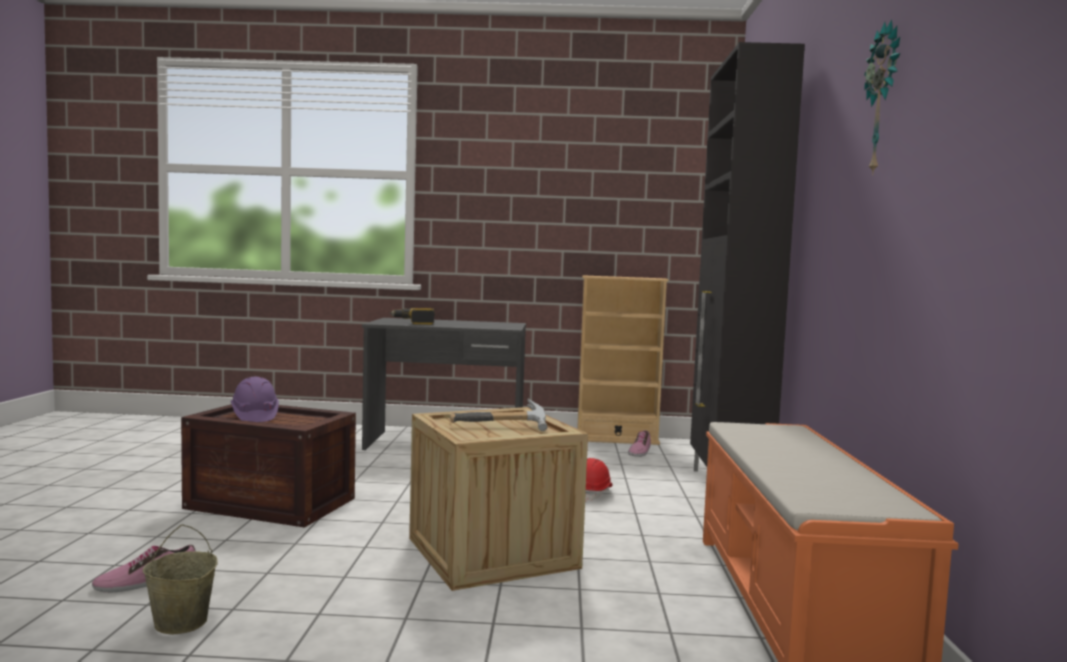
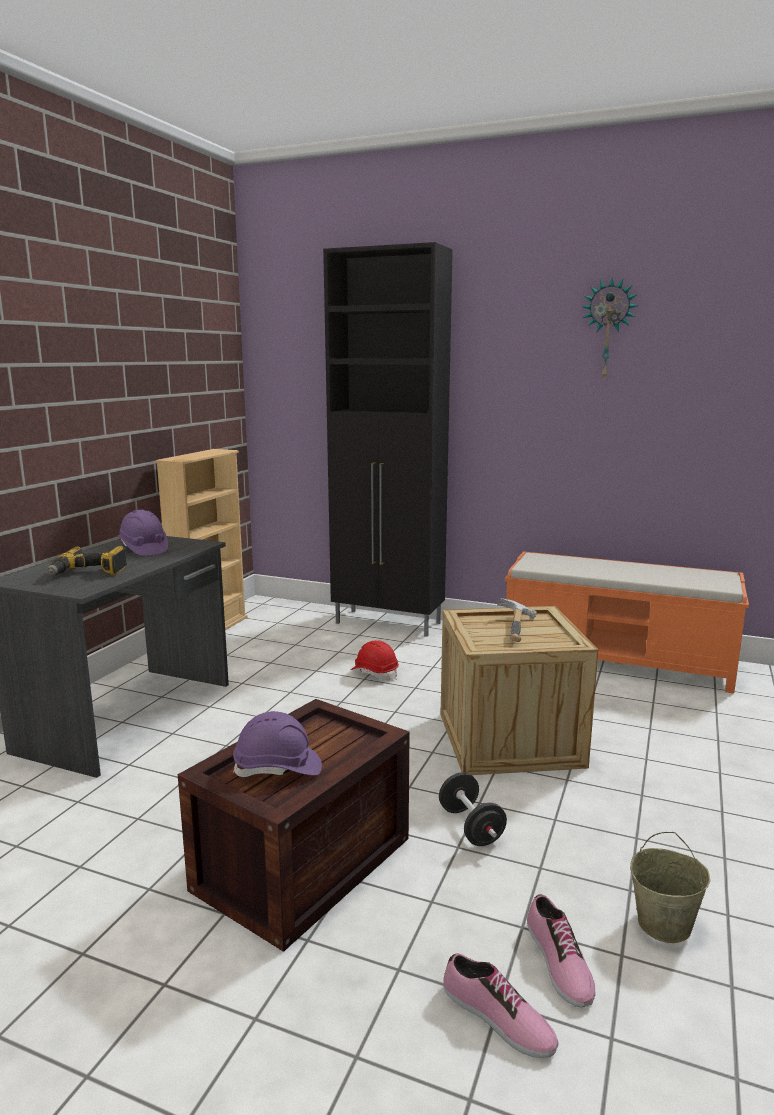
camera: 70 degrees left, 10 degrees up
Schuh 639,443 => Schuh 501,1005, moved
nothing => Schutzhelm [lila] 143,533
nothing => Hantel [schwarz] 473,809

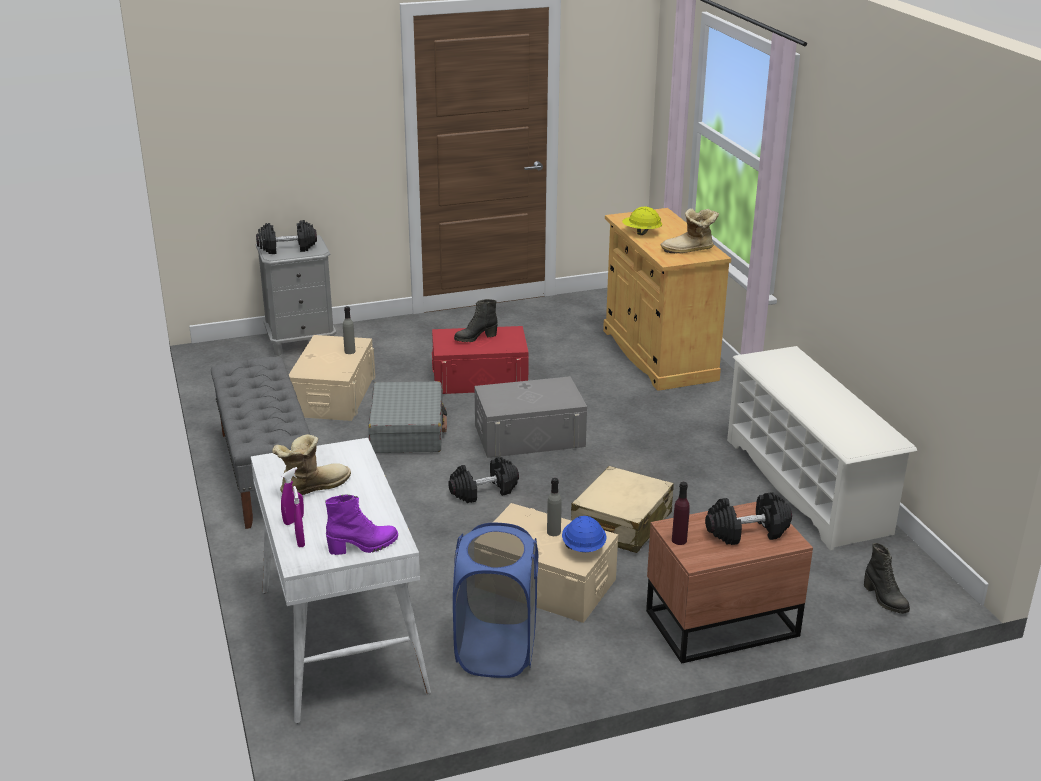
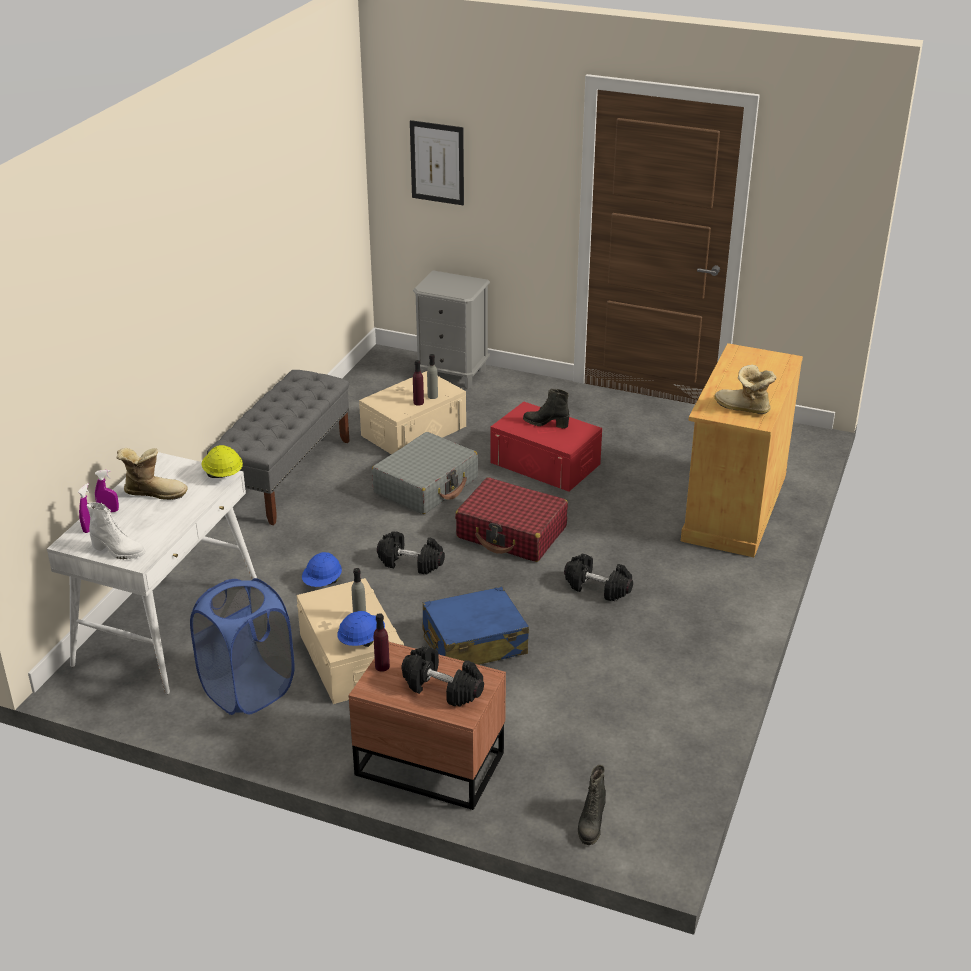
camera: 40 degrees right, 5 degrees up
Hantel [schwarz] 286,237 => Hantel [schwarz] 598,577, moved
Stiefel [lila] 361,525 => Stiefel [weiß] 116,530
Aufbewahrungsbox [grau] 530,417 => Koffer [rot] 511,519
Koffer [beige] 622,509 => Koffer [blau] 475,625
Schutzhelm [gelb] 642,221 => Schutzhelm [gelb] 222,461, moved
Schuhregal [weiß] 822,448 => nothing
nothing => Schutzhelm [blau] 322,569
nothing => Bild 437,163
nothing => Flasche [lila] 418,383

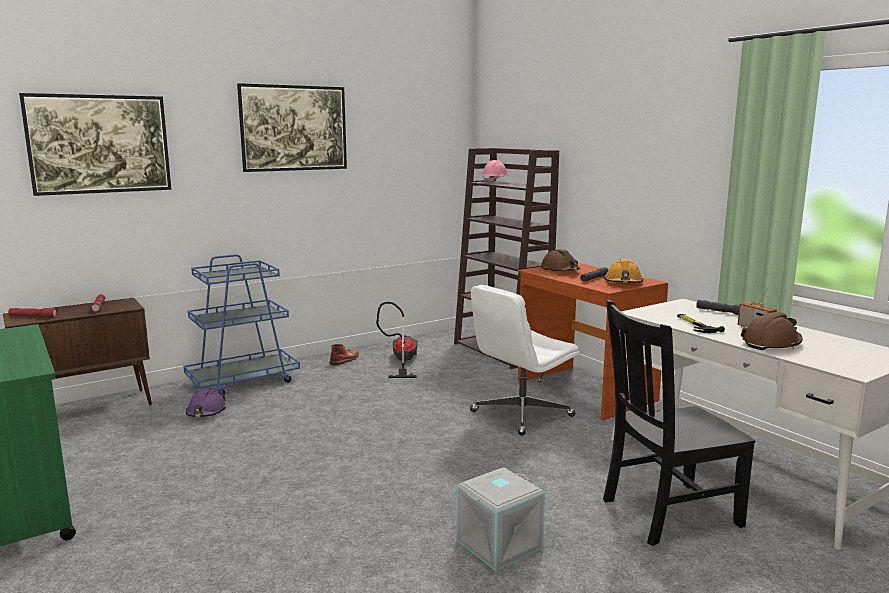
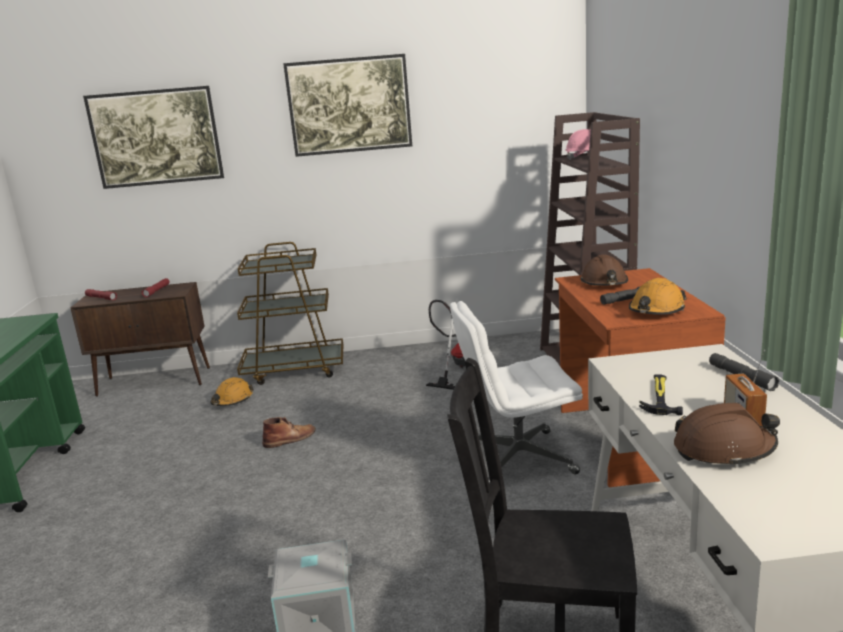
camera: 30 degrees right, 5 degrees up
Rollwagen [blau] 241,324 => Rollwagen [braun] 290,313
Schutzhelm [lila] 206,402 => Schutzhelm [orange] 232,391
Stiefel [braun] 344,354 => Stiefel [braun] 289,432, moved

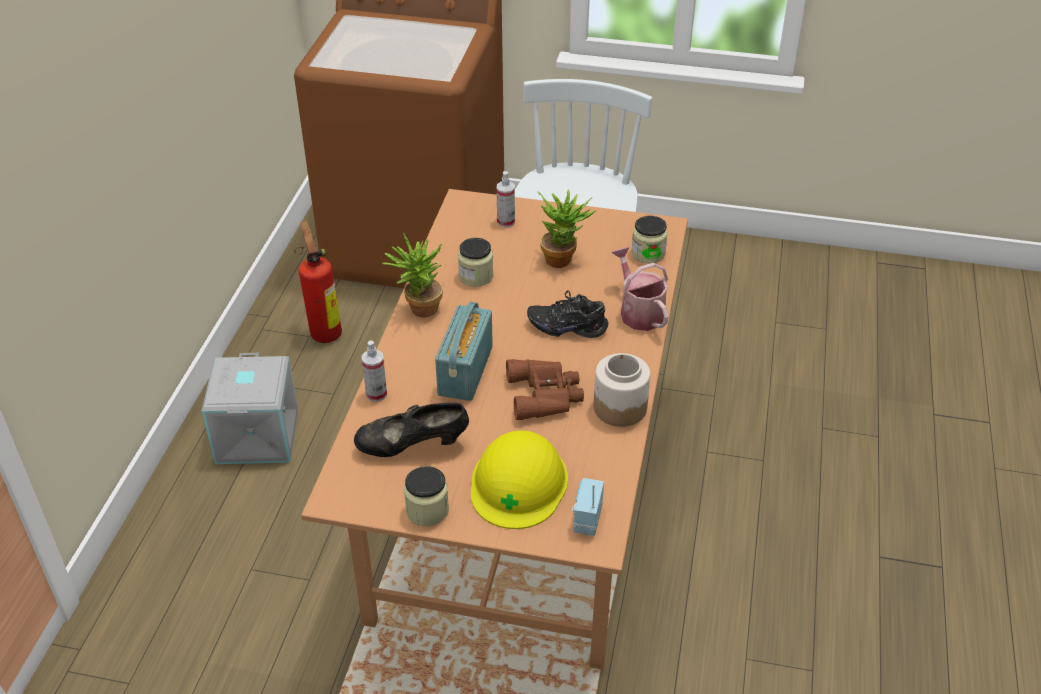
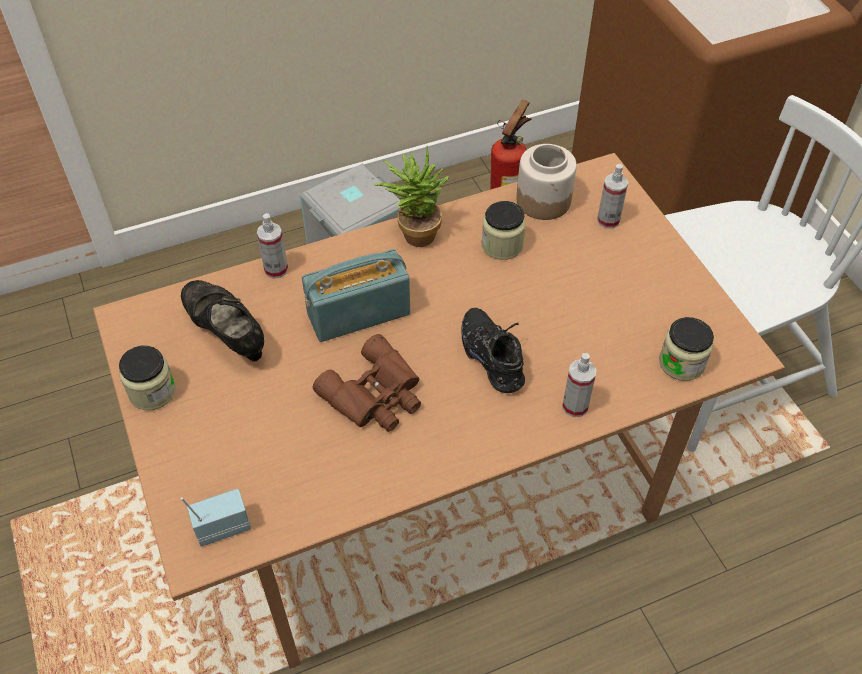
camera: 55 degrees right, 10 degrees up
Schutzhelm [gelb] 519,479 => nothing
Topfpflanze 566,229 => nothing
Vorratsglas 622,390 => Vorratsglas 546,182, moved
Gießkanne 639,289 => Sprühflasche 579,385

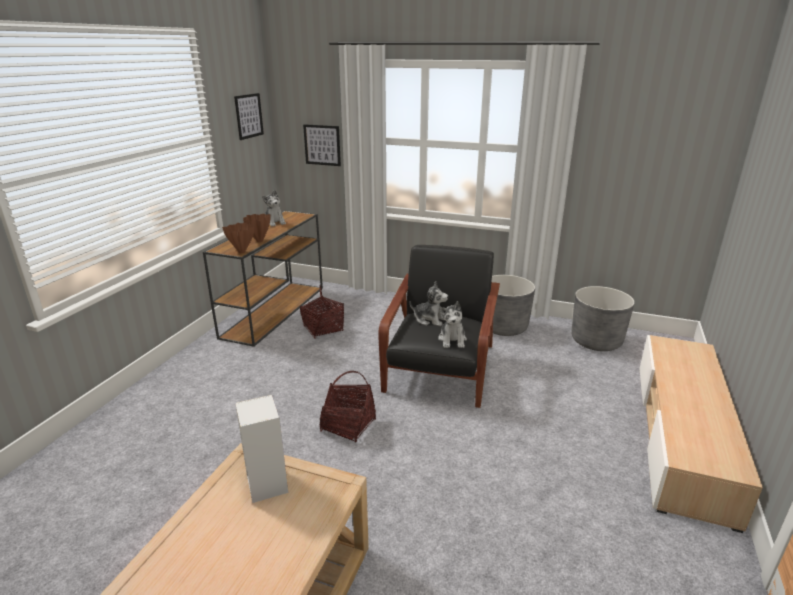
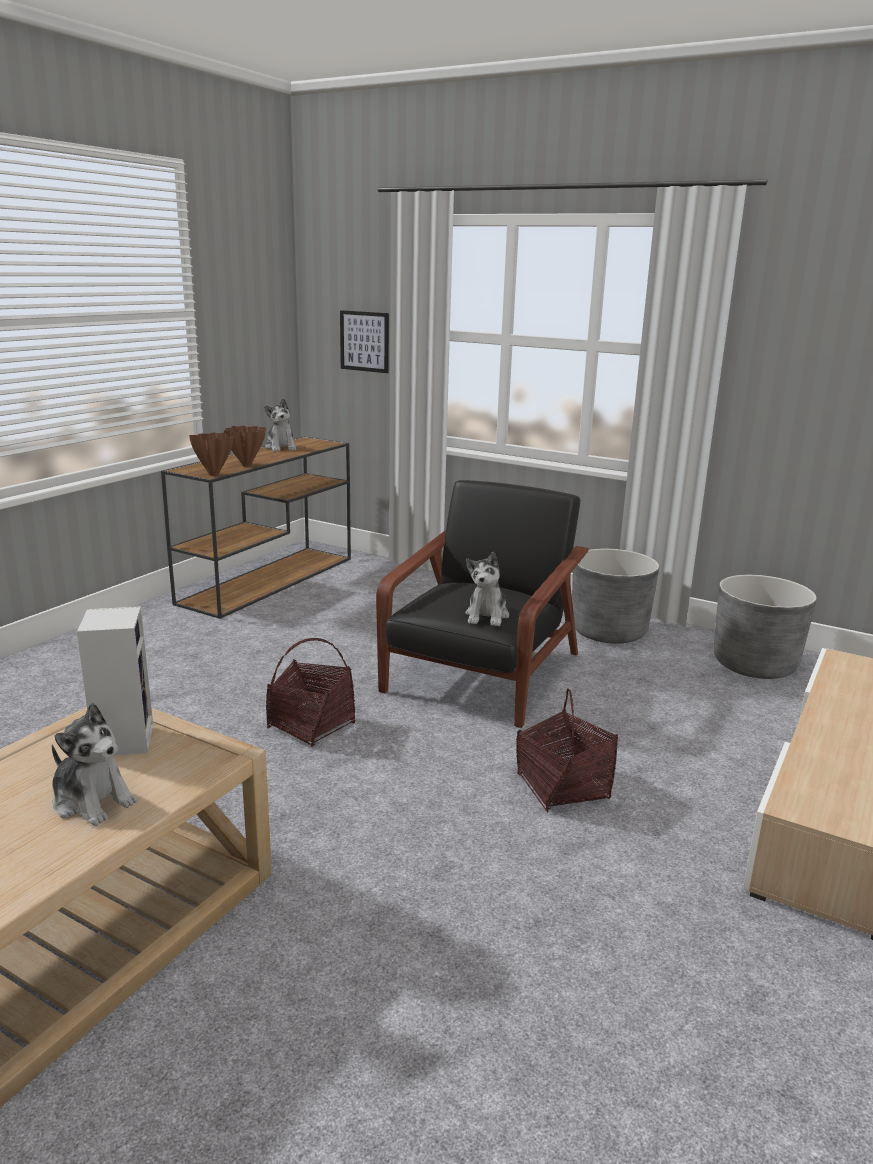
camera: 10 degrees right, 5 degrees down
Bild 249,116 => nothing
Korb 322,312 => Korb 567,751, moved
Plüschtier 429,303 => Plüschtier 95,764, moved

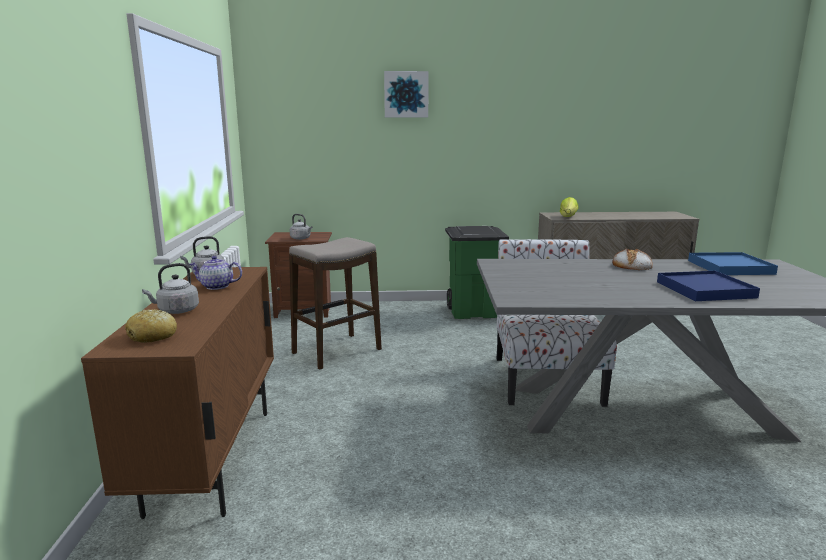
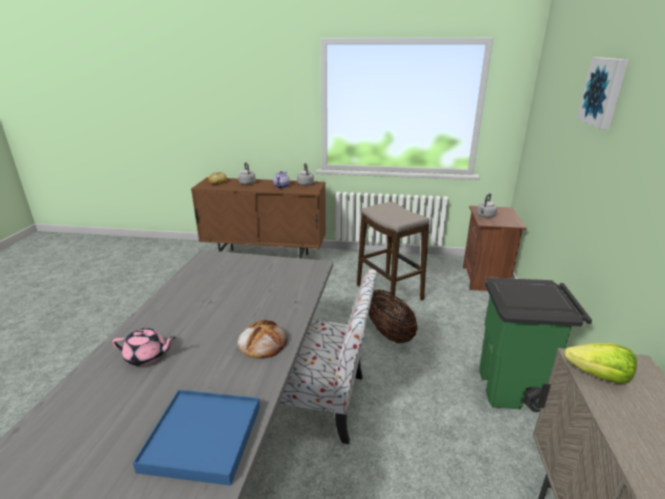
camera: 100 degrees right, 10 degrees up
Tablett [blau] 708,286 => Teekanne [rosa] 144,347
nothing => Korb 393,316

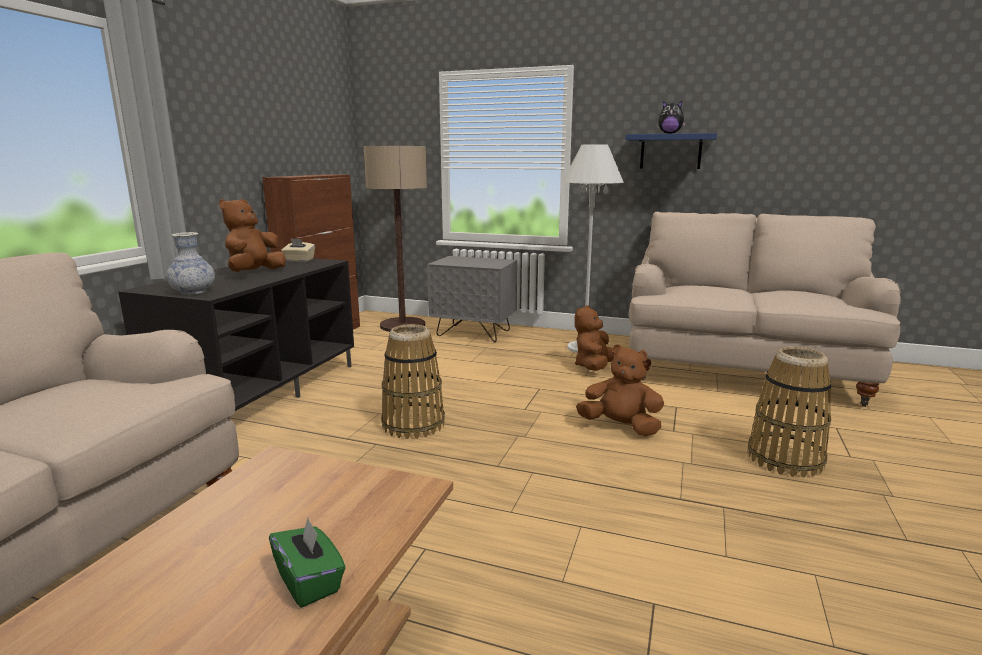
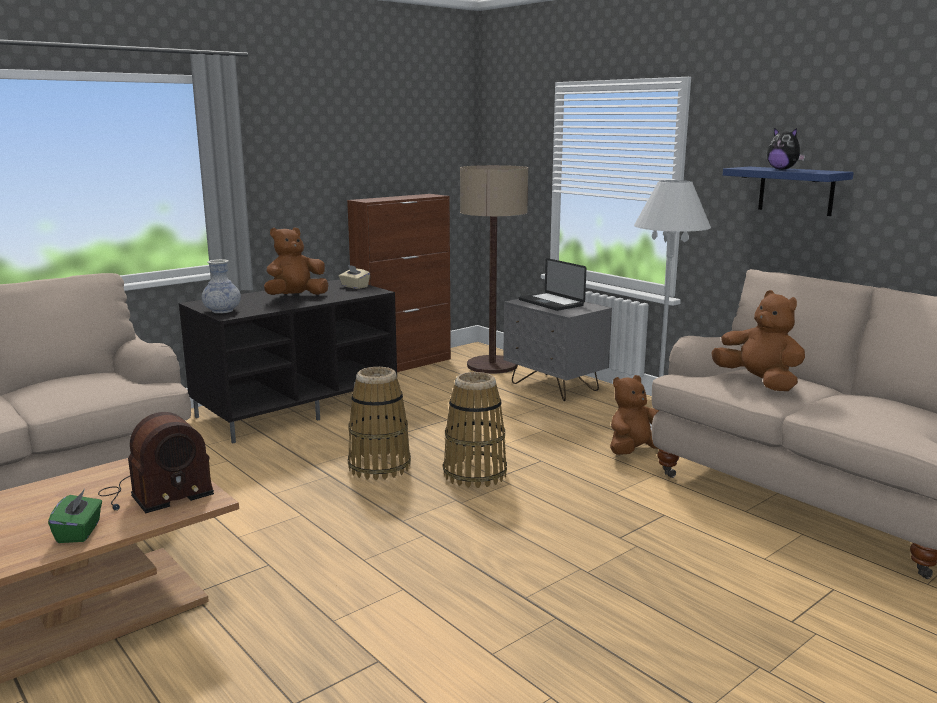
camera: 30 degrees right, 0 degrees up
Plüschtier [braun] 620,390 => Plüschtier [braun] 758,340, moved
Korb 789,412 => Korb 475,430, moved
nothing => Radio 156,462
nothing => Laptop 552,284

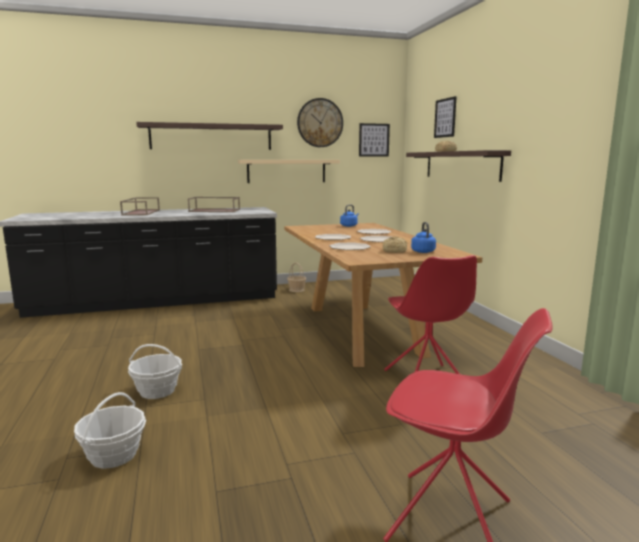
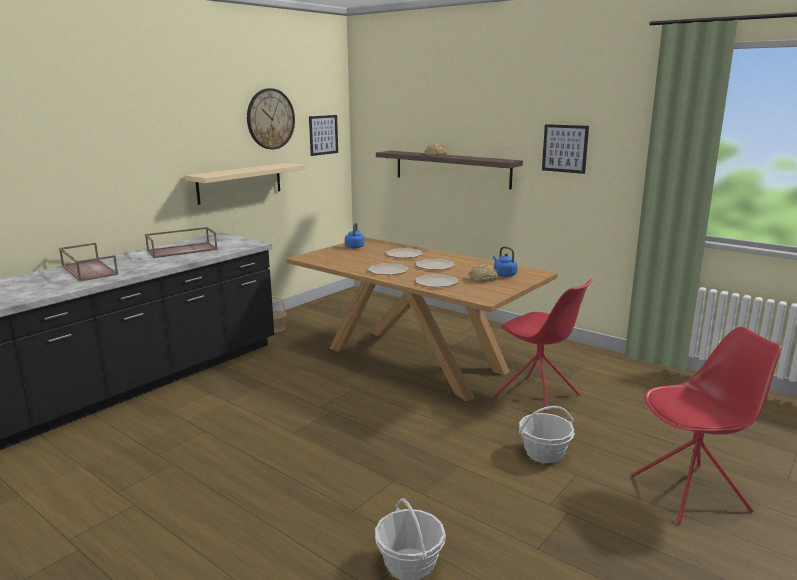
camera: 35 degrees left, 5 degrees up
Korb 155,371 => Korb 547,434, moved
Wandregal 209,136 => nothing
Bild 445,117 => Bild 565,149, moved

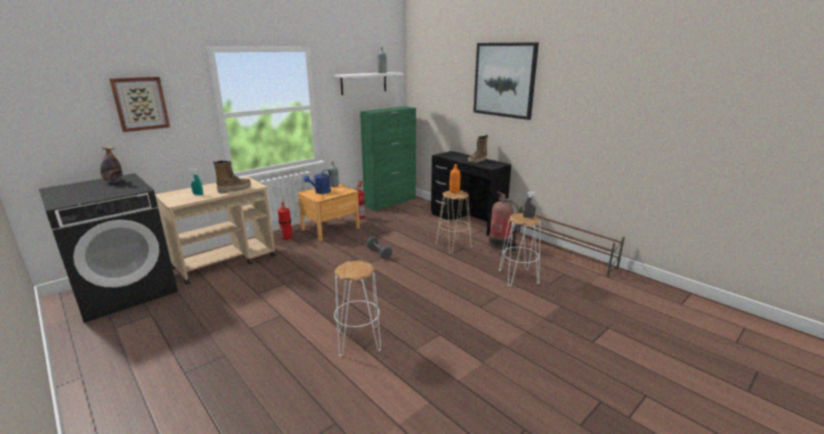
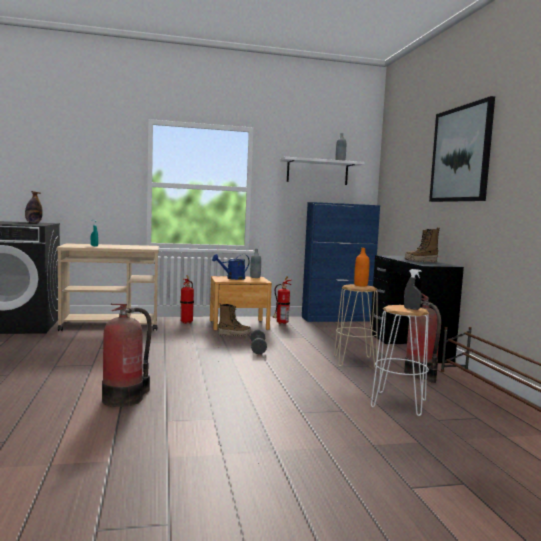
camera: 30 degrees right, 15 degrees down
Bild 139,104 => nothing
Stiefel 232,176 => Stiefel 234,319, moved
Hocker [weiß] 357,308 => Feuerlöscher 127,355
Schrank [grün] 388,158 => Schrank [blau] 341,262

